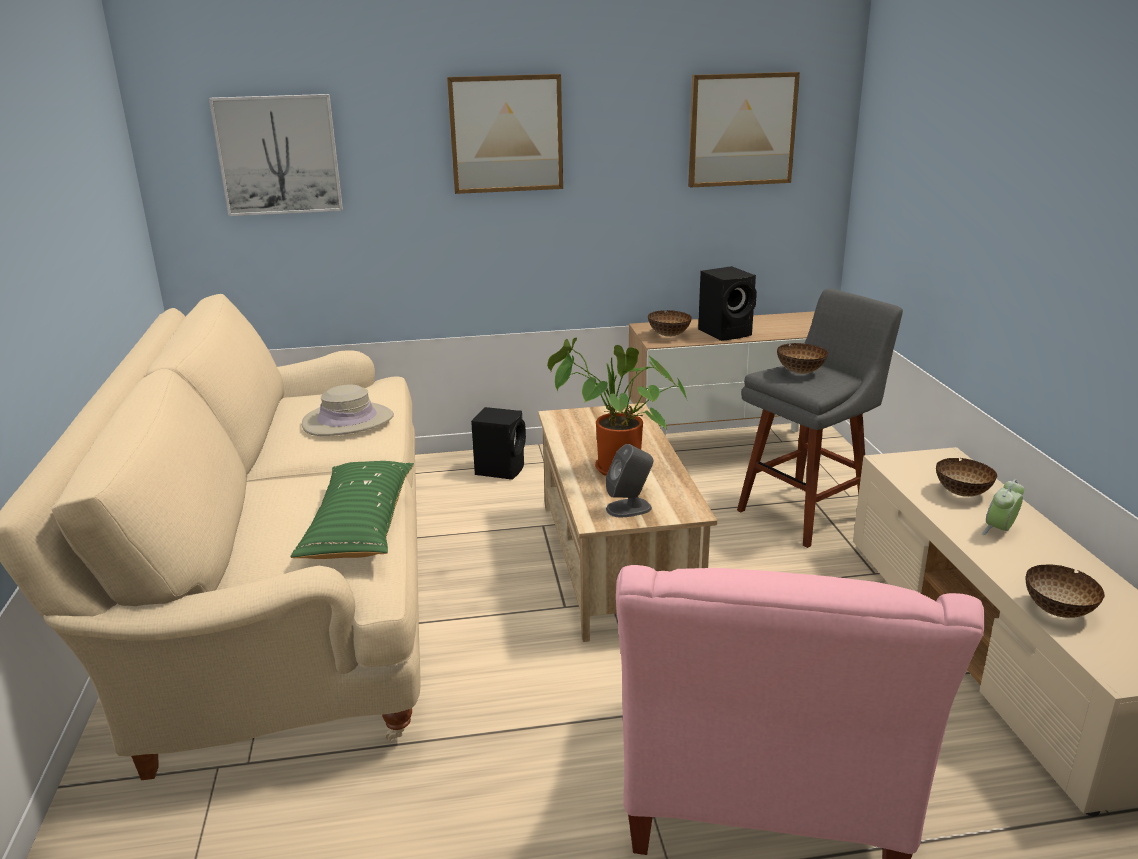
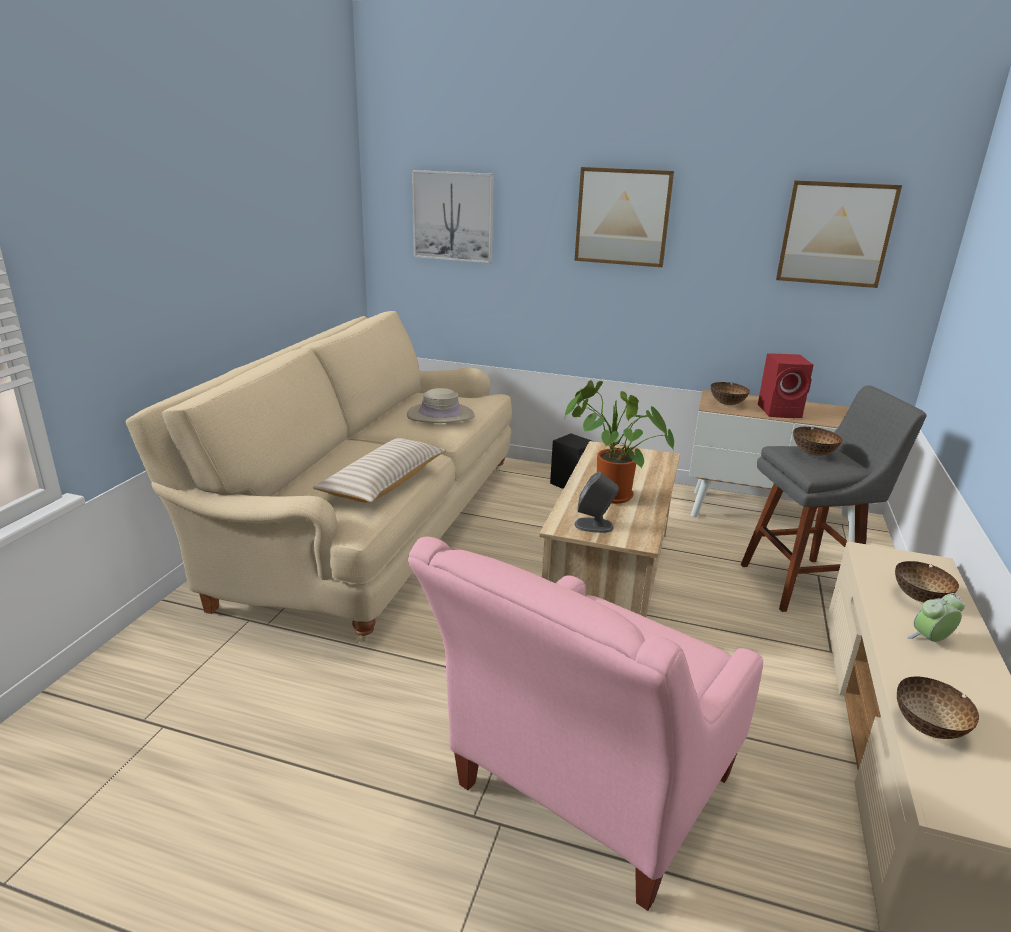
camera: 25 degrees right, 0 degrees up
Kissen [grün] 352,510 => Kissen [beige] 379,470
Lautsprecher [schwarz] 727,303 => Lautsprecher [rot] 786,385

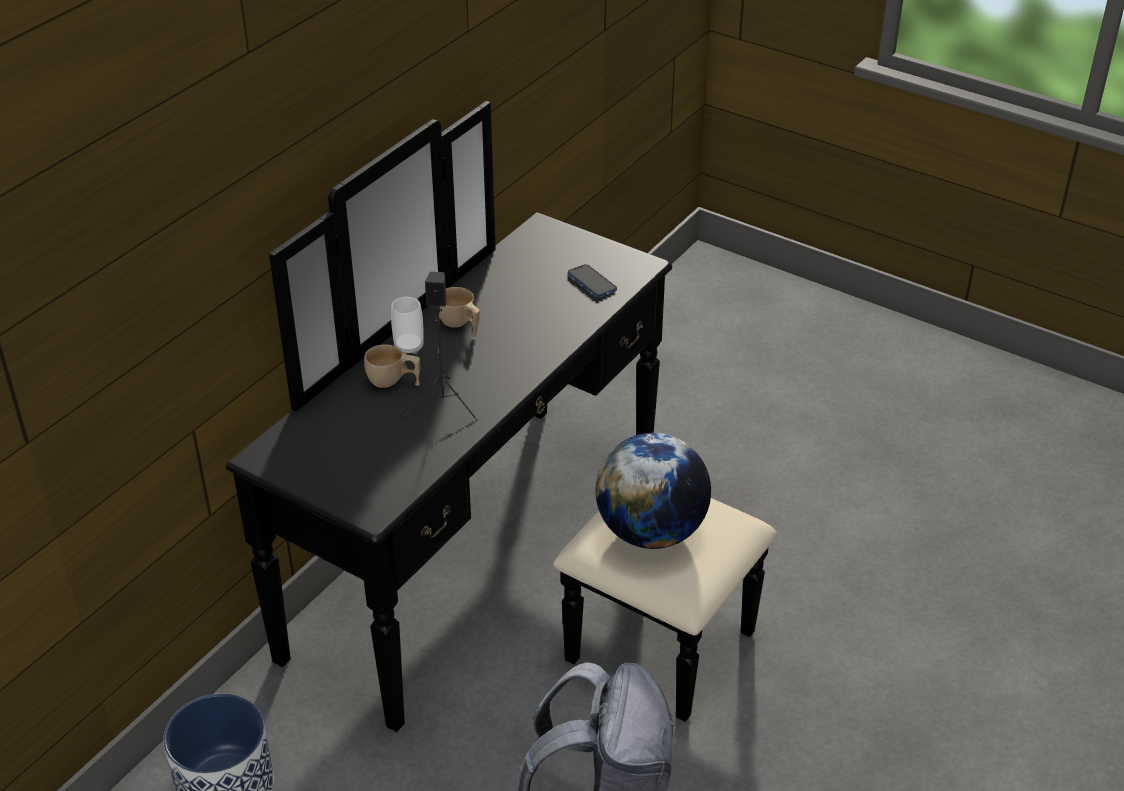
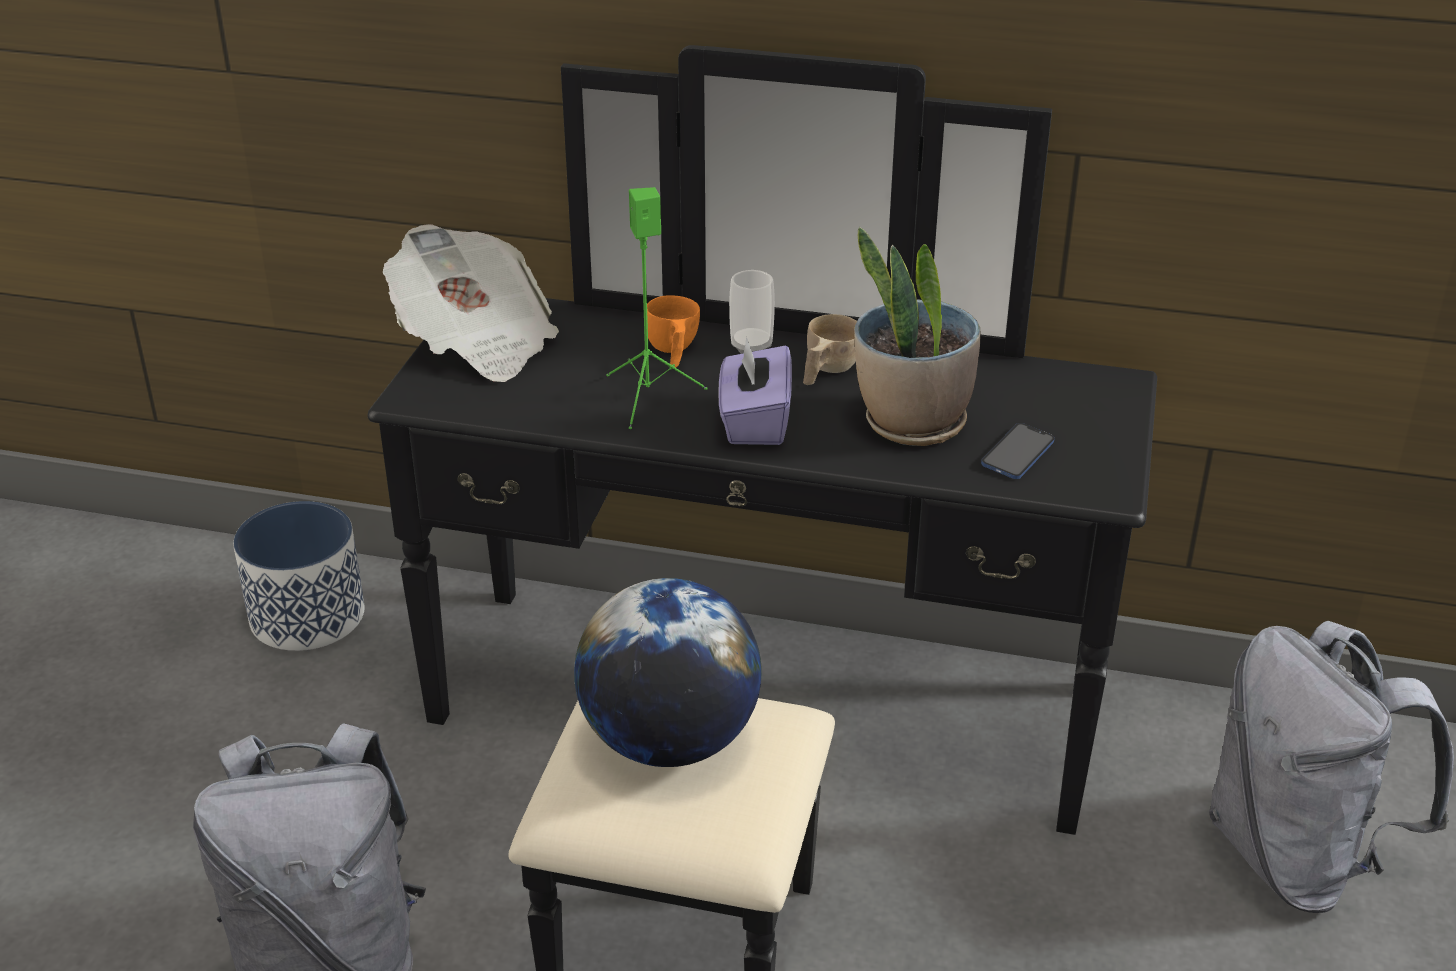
camera: 70 degrees right, 5 degrees down
Tasse [beige] 392,366 => Tasse [orange] 673,331
Lautsprecher [schwarz] 441,346 => Lautsprecher [grün] 657,308
nothing => Zeitung 471,303
nothing => Taschentuchbox [lila] 755,390
nothing => Topfpflanze 917,336
nothing => Rucksack [grau] 1331,767

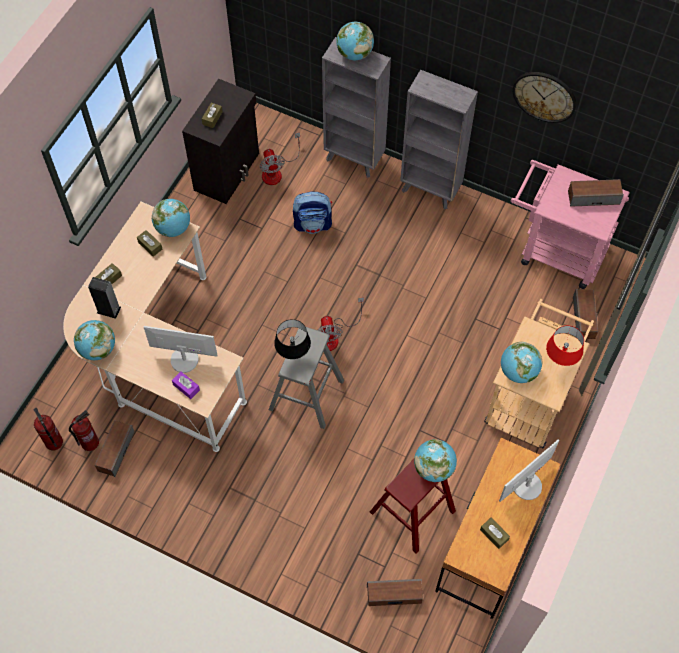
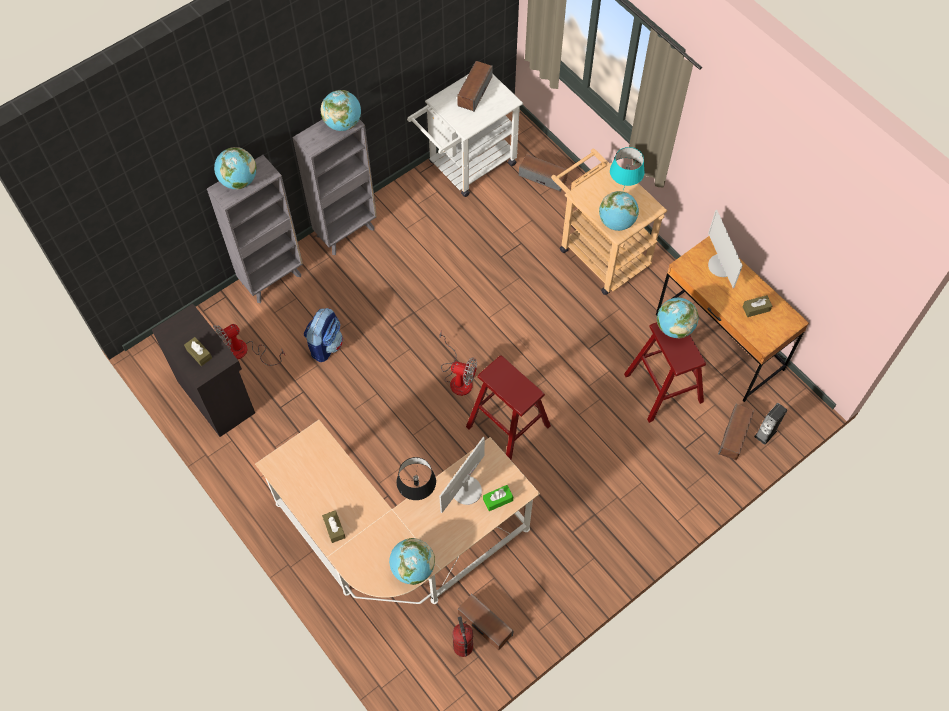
camera: 65 degrees left, 0 degrees up
Feuerlöscher 48,429 => nothing
Lautsprecher 104,298 => Lautsprecher 770,424, moved
Taschentuchbox [braun] 150,243 => nothing
Globus 171,218 => Globus 341,110, moved
Taschentuchbox [lila] 186,385 => Taschentuchbox [grün] 498,498
Ventilator 280,158 => Ventilator 249,345, 135 degrees clockwise
Hocker [grau] 306,378 => Hocker [rot] 508,407
Tischlampe [schwarz] 292,339 => Tischlampe [schwarz] 416,478, moved
Rollwagen [rosa] 570,224 => Rollwagen [weiß] 465,135
Wanduhr 544,97 => nothing
Tischlampe [rot] 565,345 => Tischlampe [türkis] 627,168

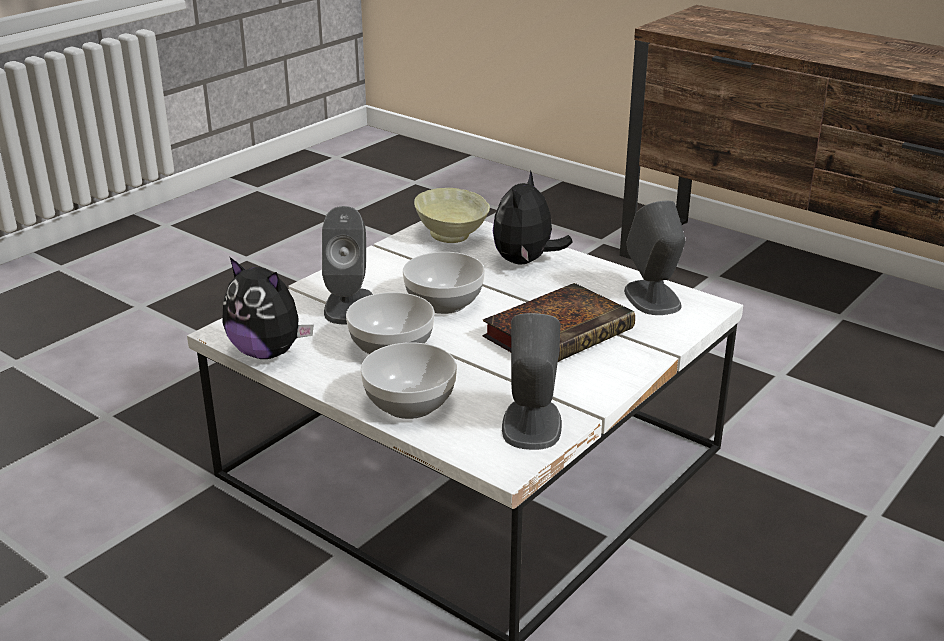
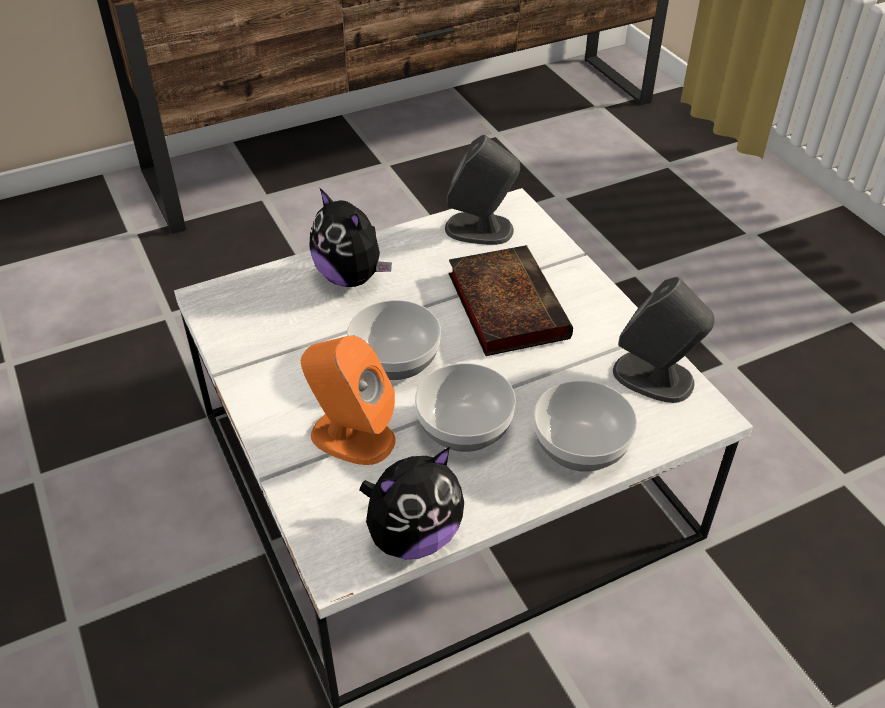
camera: 65 degrees left, 15 degrees up
Lautsprecher [grau] 347,265 => Lautsprecher [orange] 348,400
Schüssel [beige] 452,215 => nothing

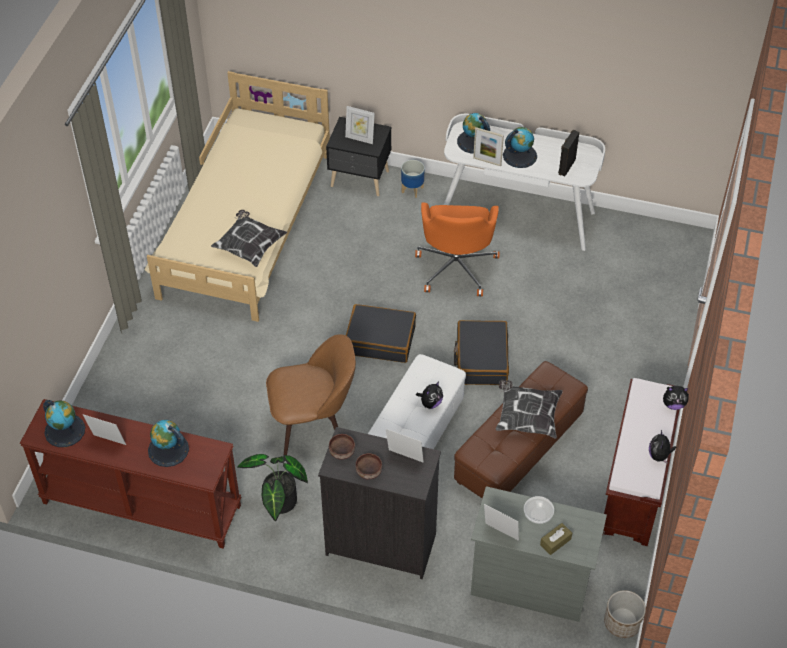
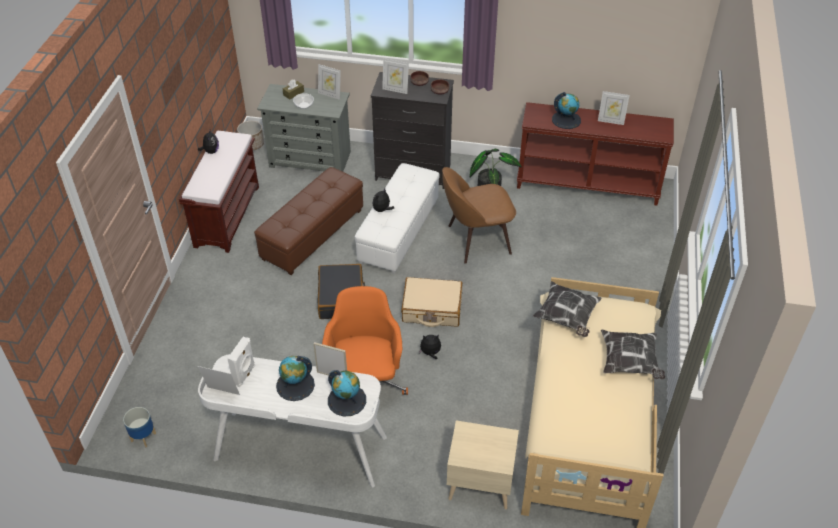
camera: 175 degrees right, 5 degrees down
Globus 64,423 => nothing
Nachttisch [schwarz] 358,156 => Nachttisch [beige] 483,465
Bilderrahmen 360,125 => Bilderrahmen 219,380, moved
Koffer [schwarz] 381,333 => Koffer [beige] 431,302
Pflanzkübel 412,179 => Pflanzkübel 139,427, moved
Kissen 529,409 => Kissen 633,354, moved
Lautsprecher [schwarz] 568,153 => Lautsprecher [weiß] 241,362
Plüschtier 675,398 => Plüschtier 430,347, moved

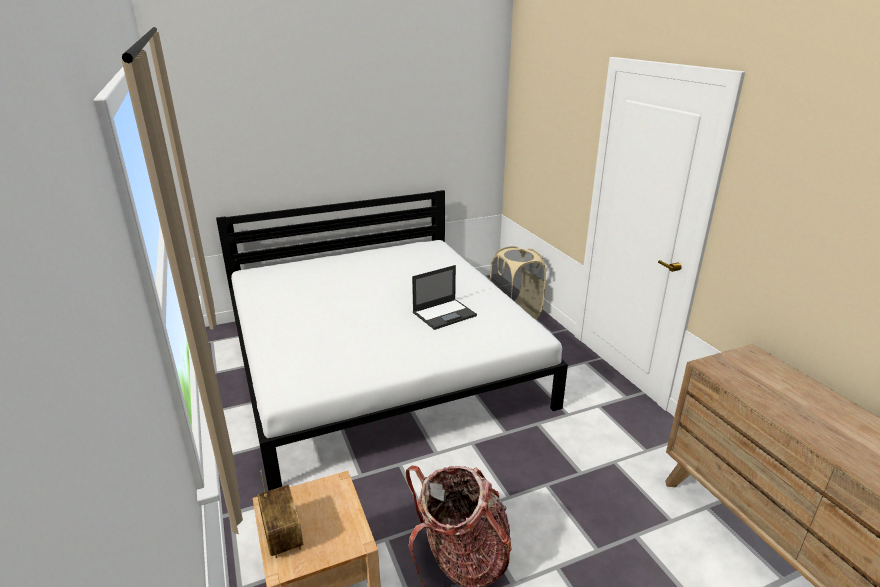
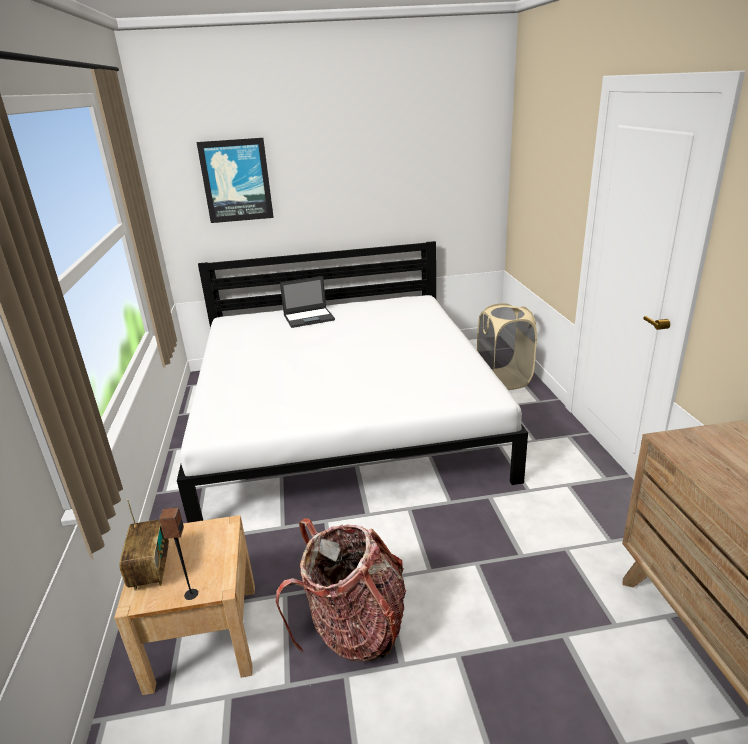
camera: 15 degrees right, 0 degrees up
Laptop 444,297 => Laptop 307,302, moved
nothing => Lautsprecher 178,553
nothing => Bild 235,180

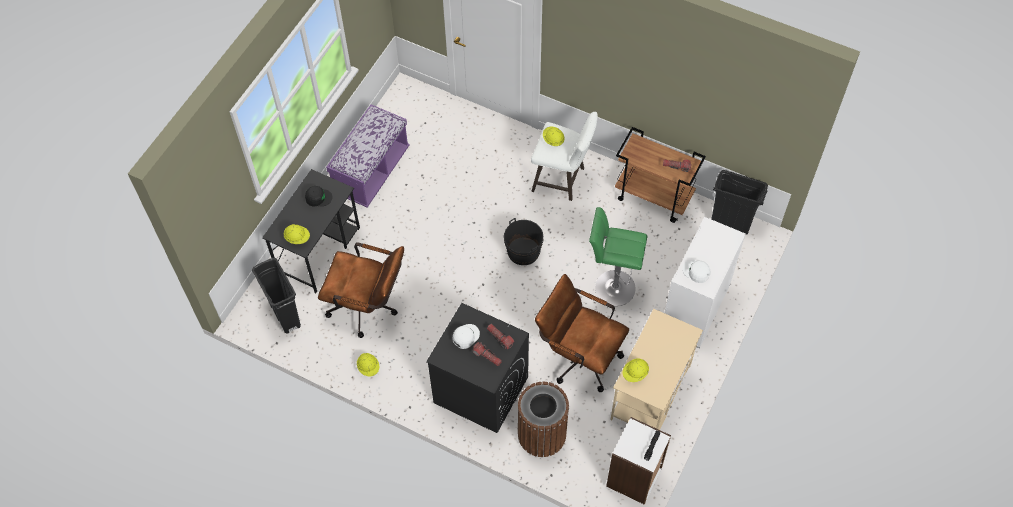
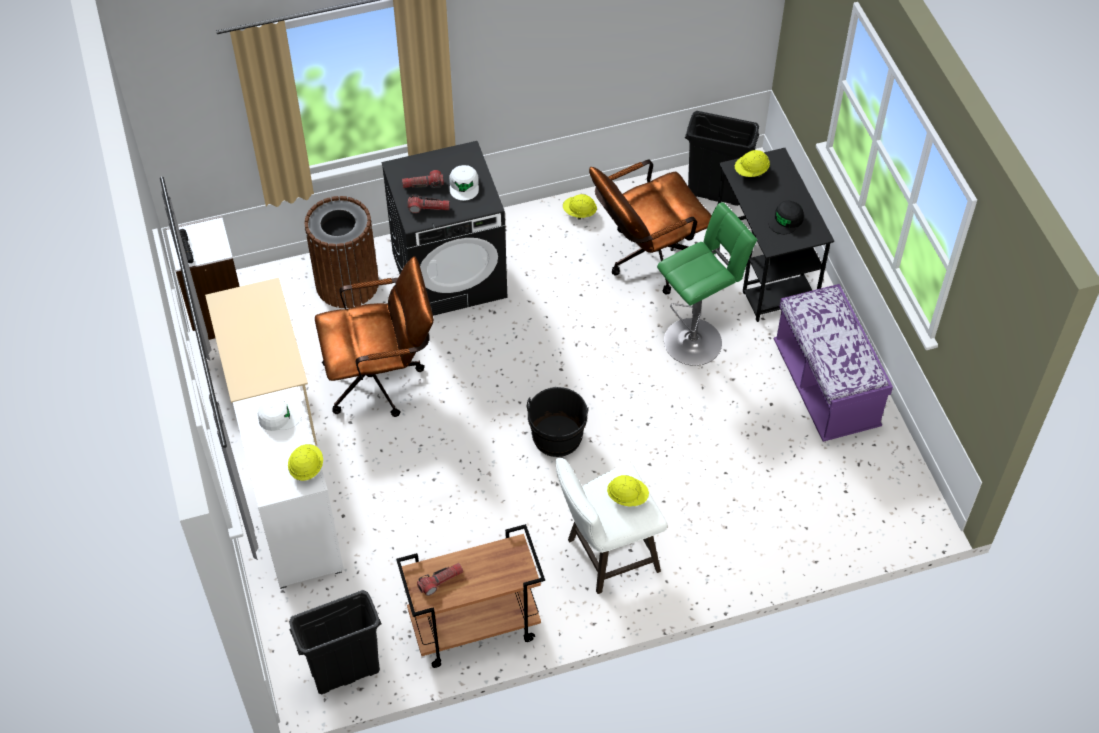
camera: 135 degrees right, 5 degrees down
Hocker [grün] 618,256 => Hocker [grün] 707,284, moved
Schutzhelm [gelb] 636,370 => Schutzhelm [gelb] 305,462, moved

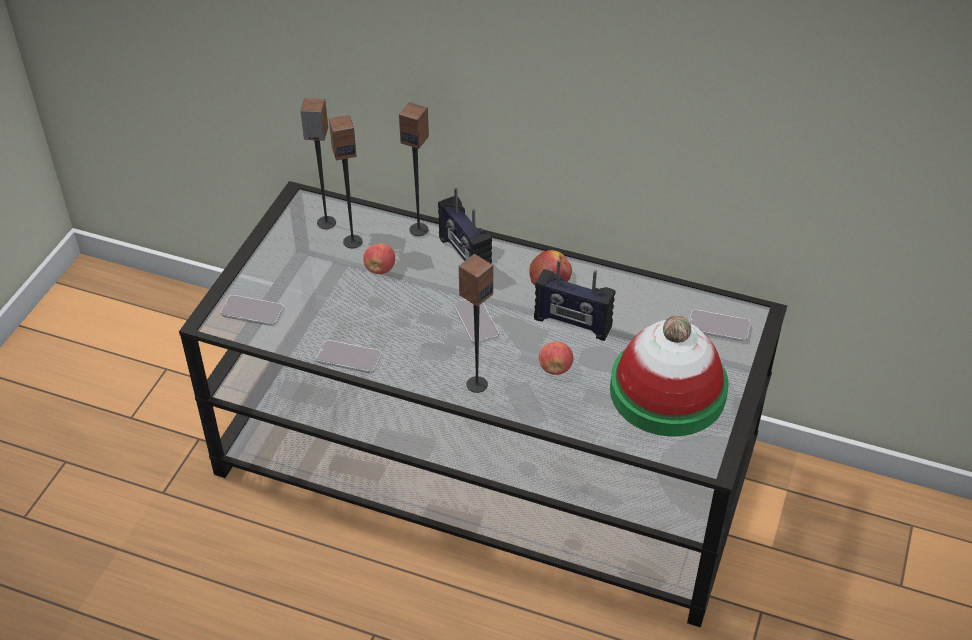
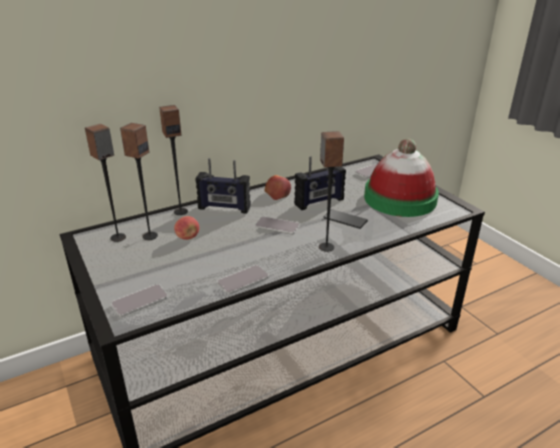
camera: 50 degrees left, 15 degrees down
Apfel 556,358 => Handy 346,219

